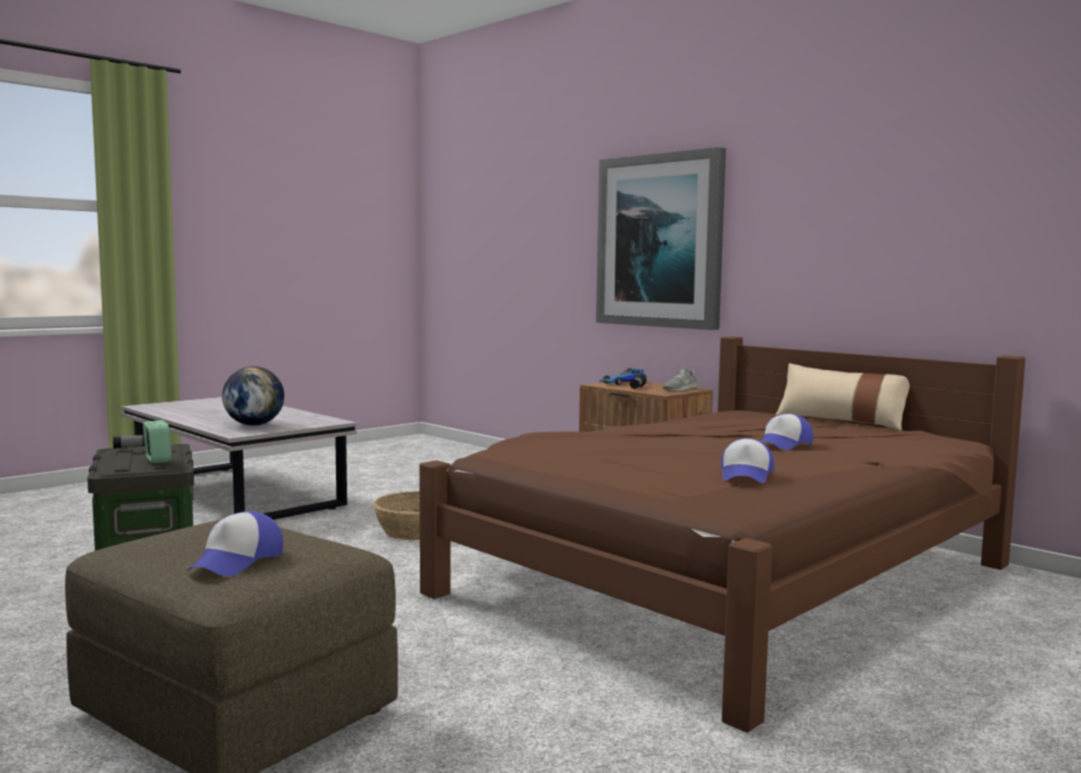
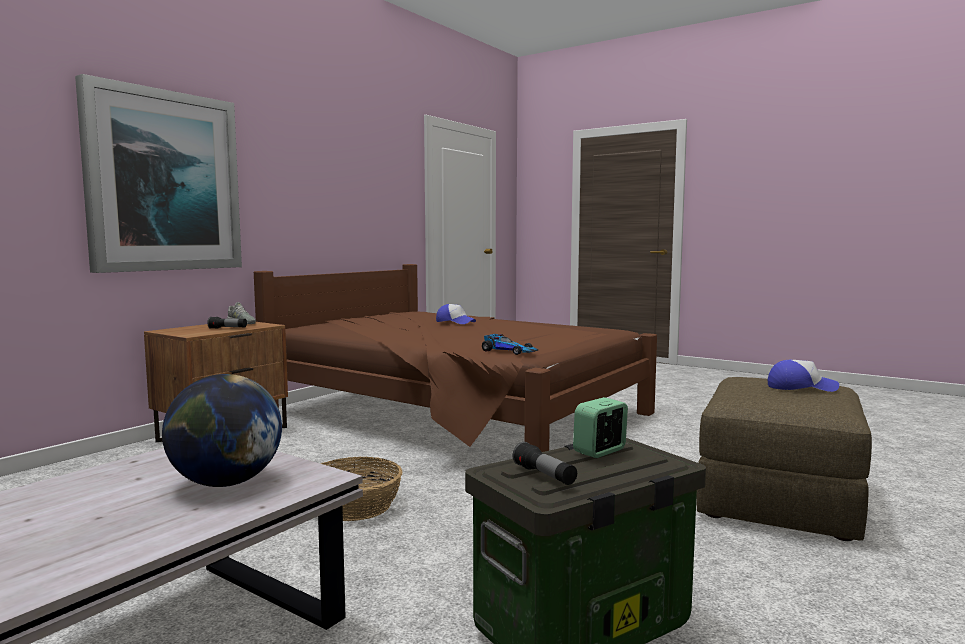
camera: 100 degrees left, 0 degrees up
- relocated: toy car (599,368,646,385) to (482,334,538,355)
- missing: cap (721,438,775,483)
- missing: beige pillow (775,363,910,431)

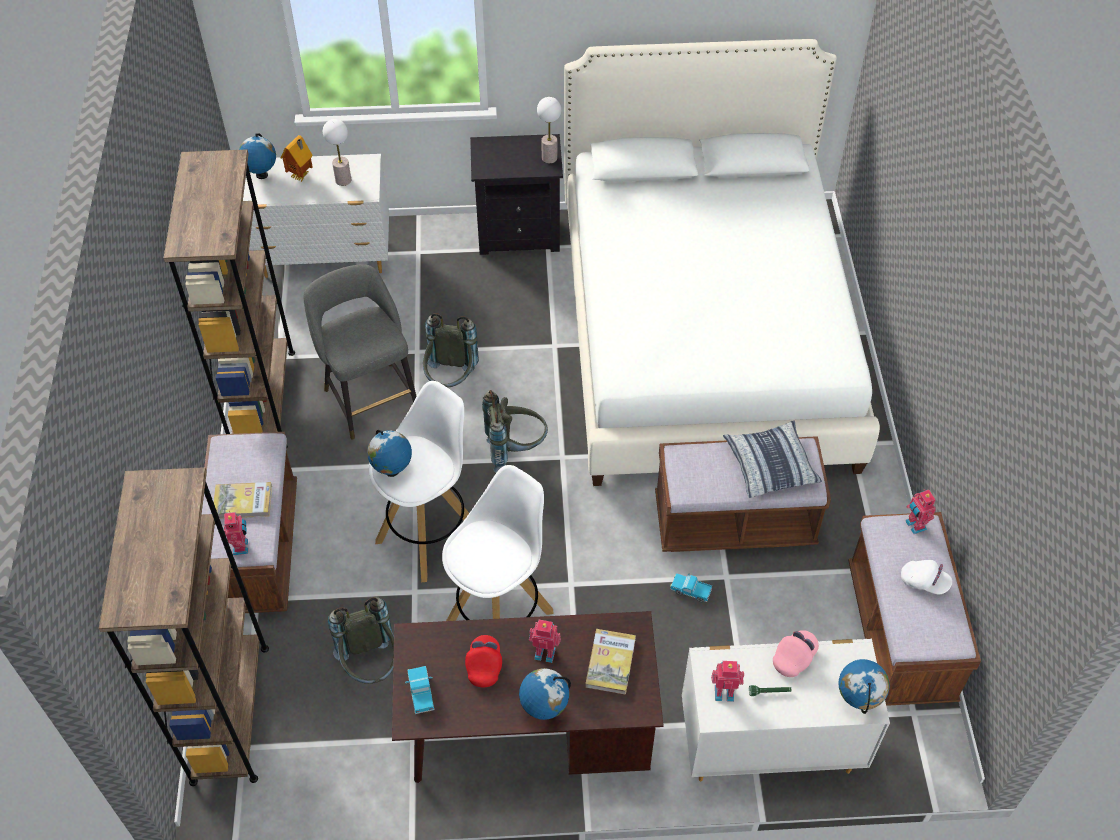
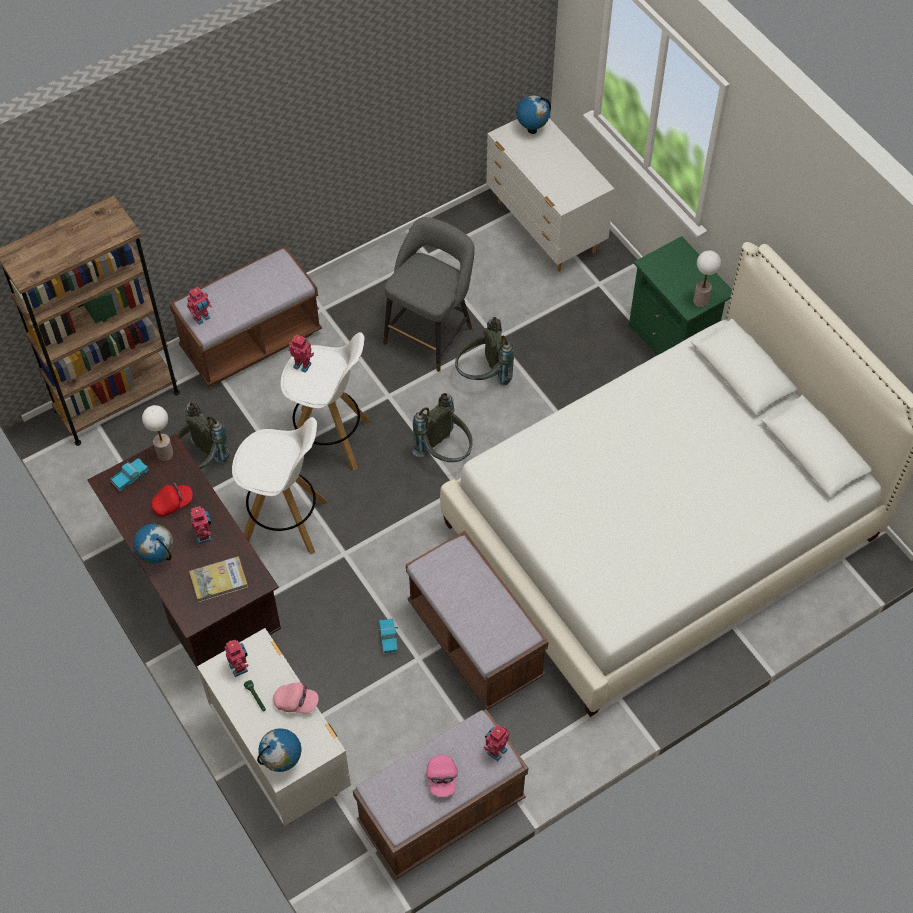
camera: 60 degrees right, 5 degrees up
- relocated: table lamp (323,119,351,186) to (142,405,174,461)
- exchanged: globe (367,430,412,477) to toy robot (288,334,314,373)
- colour: white cap (901,560,952,595) to pink cap (426,754,458,797)
- colour: black nightstand (470,134,563,255) to green nightstand (629,236,732,355)
- missing: brown bookcase (164,149,295,449)
- missing: book (214,482,272,519)
- missing: toy house (280,135,313,182)
- missing: pillow (723,420,822,498)

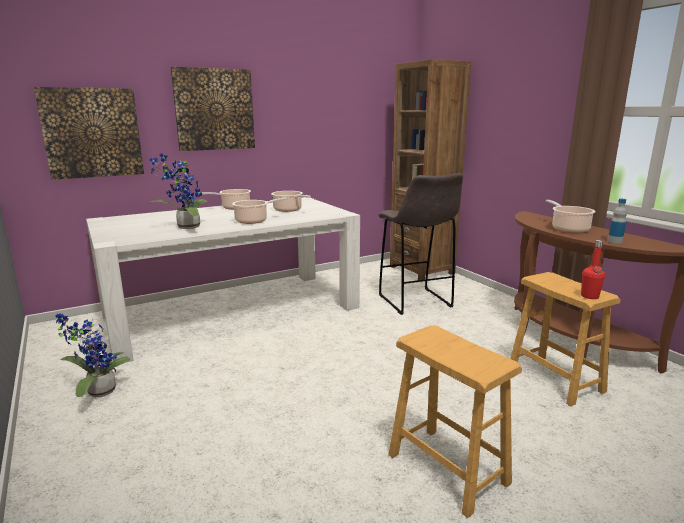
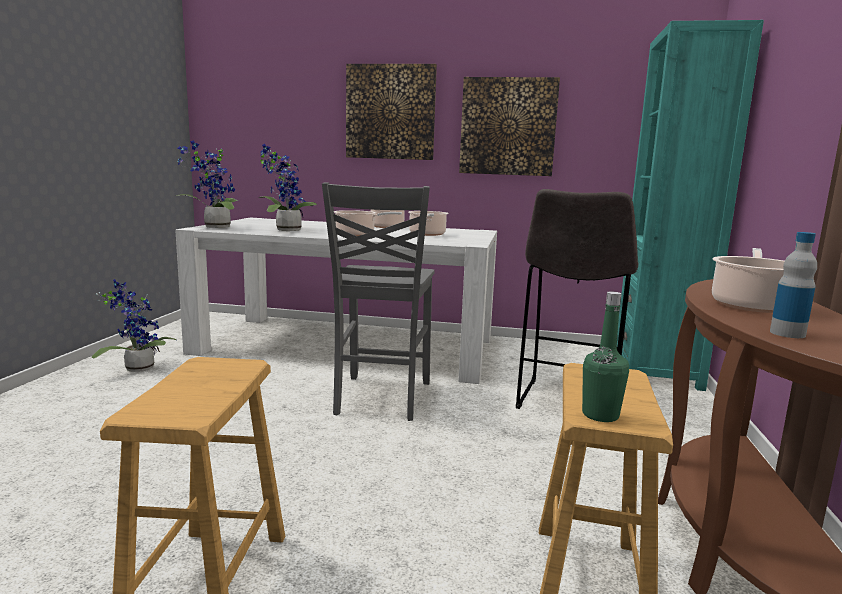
camera: 40 degrees right, 5 degrees down
- appeared: potted plant (176,141,238,228)
- appeared: grey chair (322,182,435,421)
- relocated: picture (34,87,144,180) to (459,77,560,176)
- colour: red bottle (581,240,605,299) to green bottle (582,292,629,422)
- colour: brown bookcase (390,59,471,280) to turquoise bookcase (617,20,764,391)

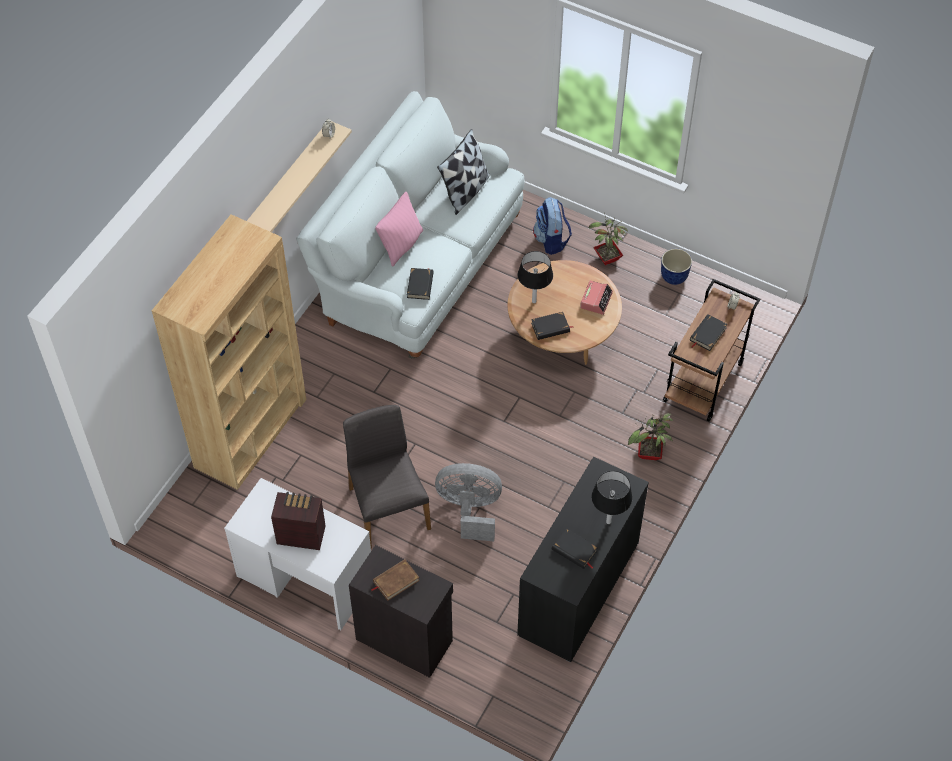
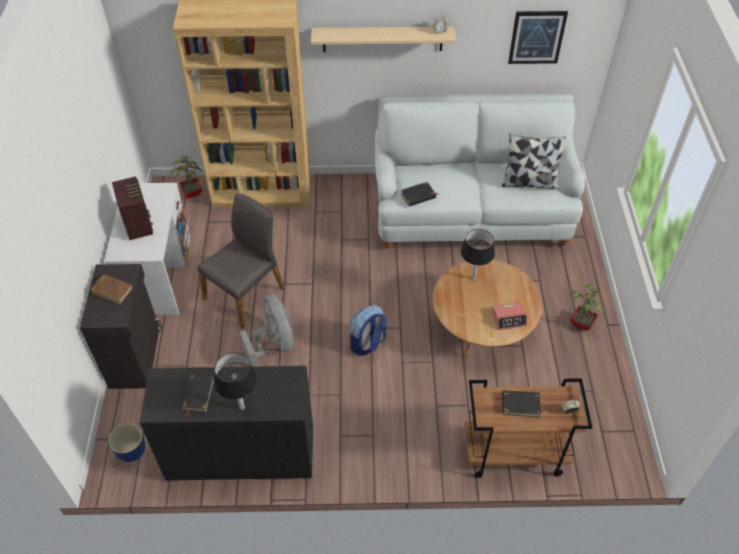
camera: 60 degrees right, 5 degrees down
- relocated: planter (661,249,692,285) to (109,423,145,462)
- relocated: potted plant (628,413,673,460) to (170,151,202,198)
- relocated: backpack (533,197,572,255) to (350,305,387,356)
- appeared: picture (508,11,568,64)
- missing: pink pillow (375,192,423,267)
- missing: black book (531,312,574,340)

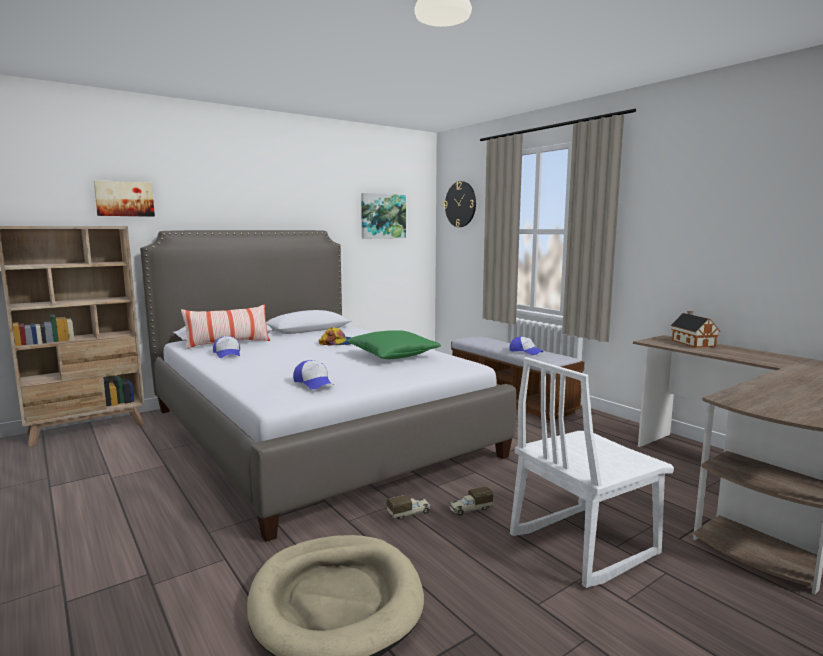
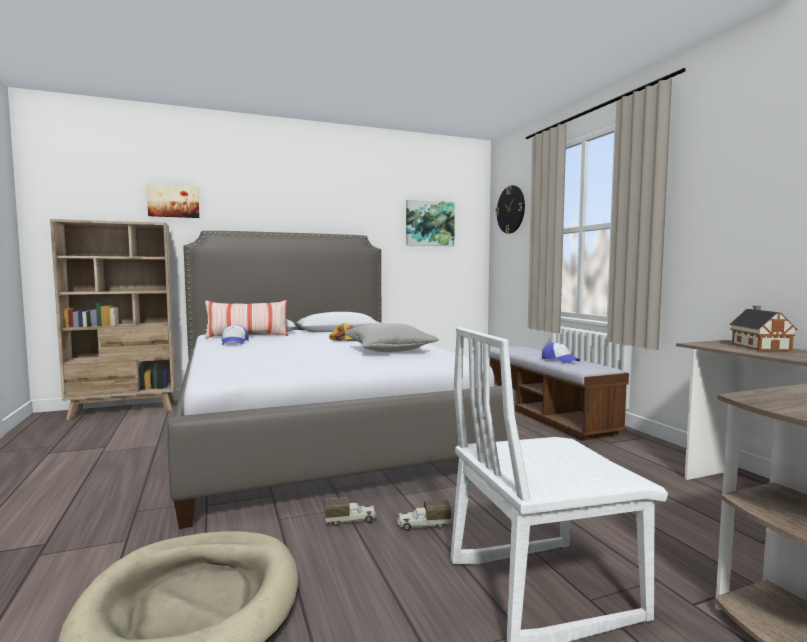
camera: 15 degrees right, 5 degrees down
- colour: green pillow (347,330,441,359) to grey pillow (345,323,439,352)
- missing: cap (293,360,332,390)

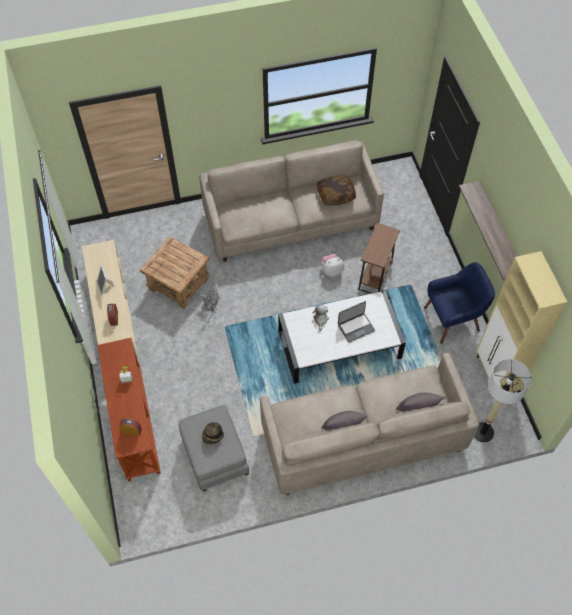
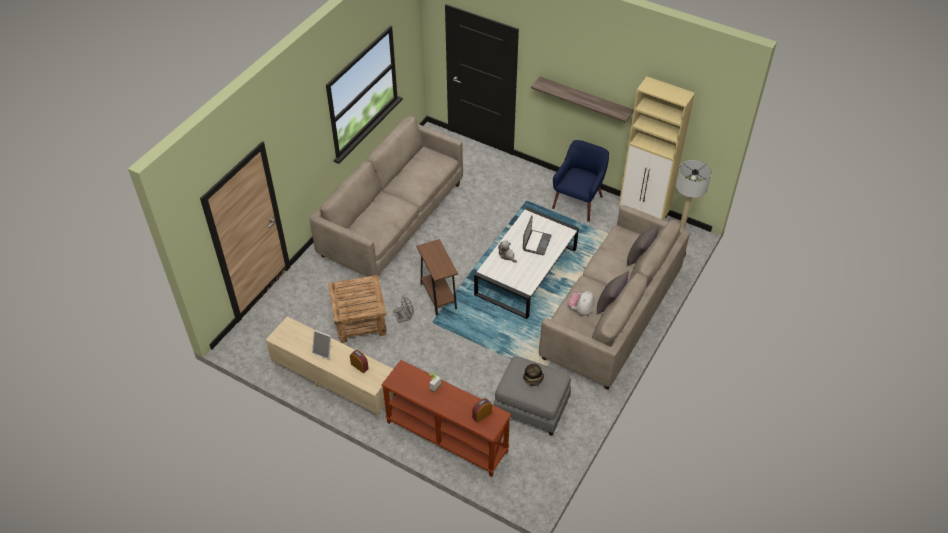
camera: 45 degrees left, 10 degrees down
- relocated: brown side table (358,223,400,293) to (417,239,458,316)
- relocated: plush toy (322,254,344,277) to (568,291,594,316)
- missing: pillow (317,176,356,205)

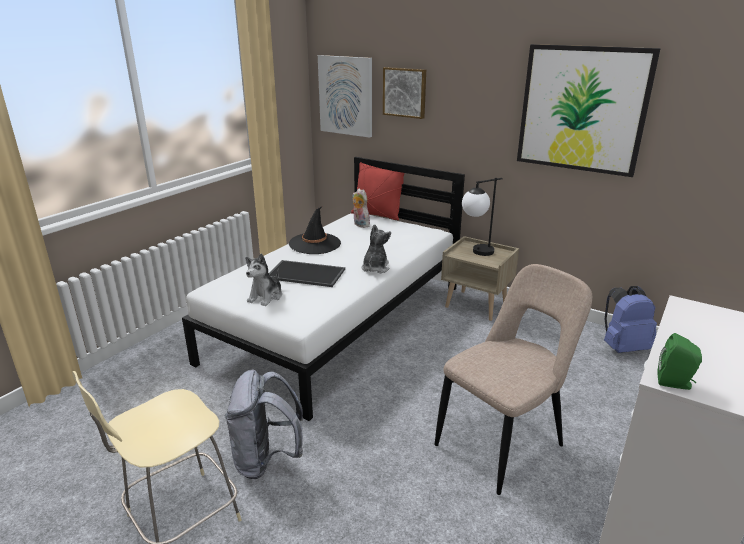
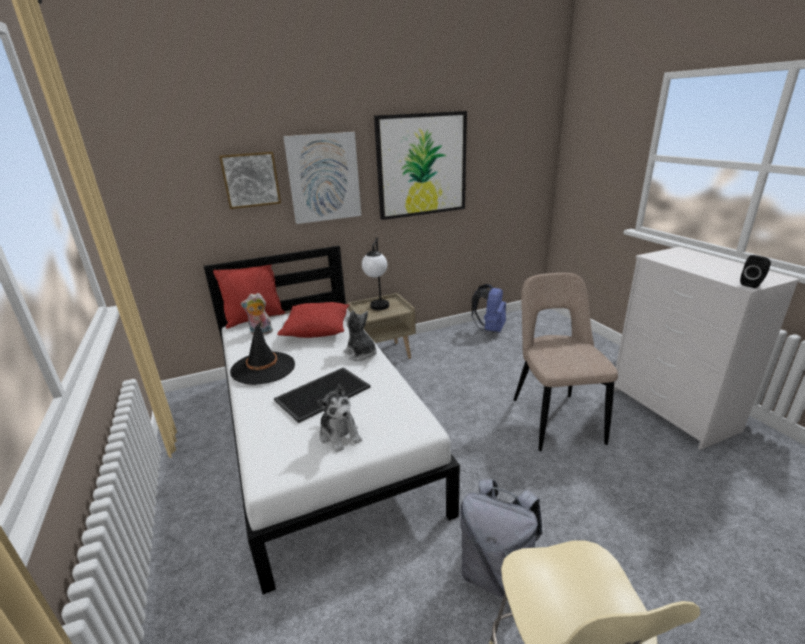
camera: 55 degrees left, 0 degrees up
- appeared: red pillow (277,302,349,338)
- relocated: picture (318,55,372,138) to (283,132,361,224)
- colour: green speaker (657,333,702,390) to black speaker (740,255,771,288)

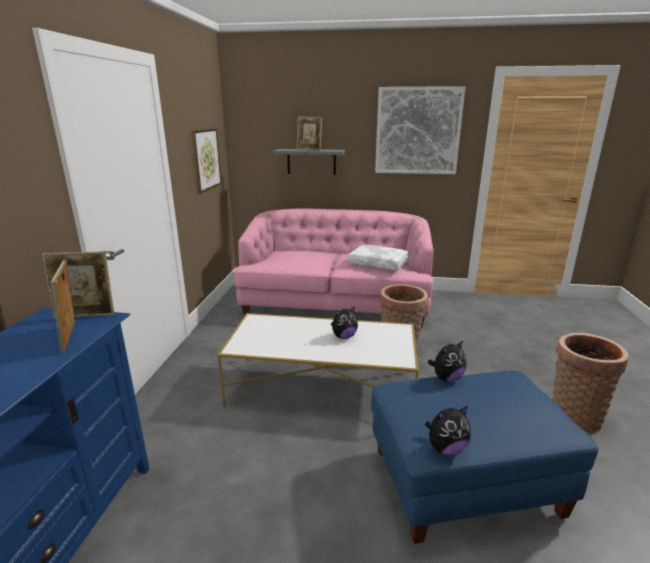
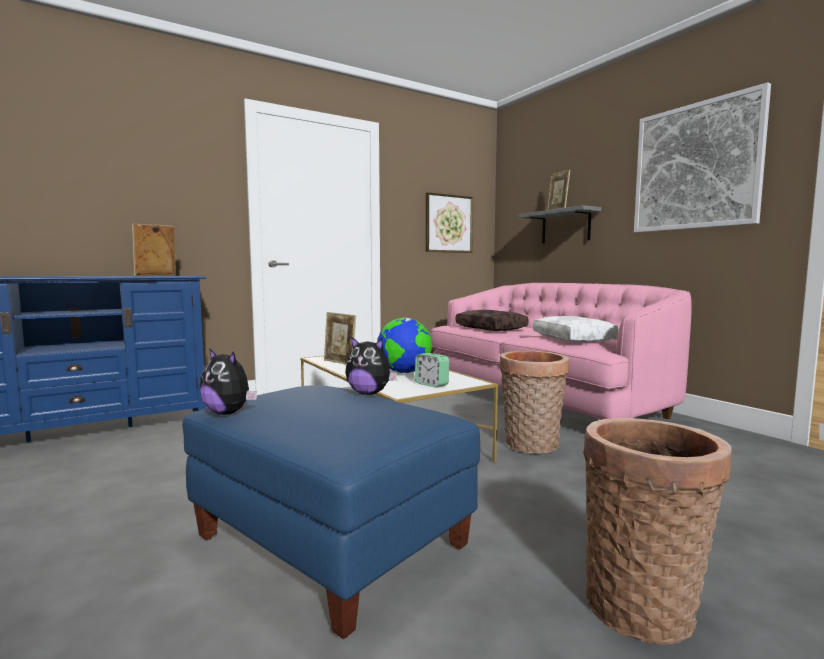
camera: 50 degrees right, 15 degrees down
- relocated: picture frame (42,252,115,319) to (324,312,356,364)
- exchanged: plush toy (331,306,358,339) to globe (377,318,432,373)
- appeared: alarm clock (415,353,449,388)
- appeared: brown pillow (456,310,529,331)

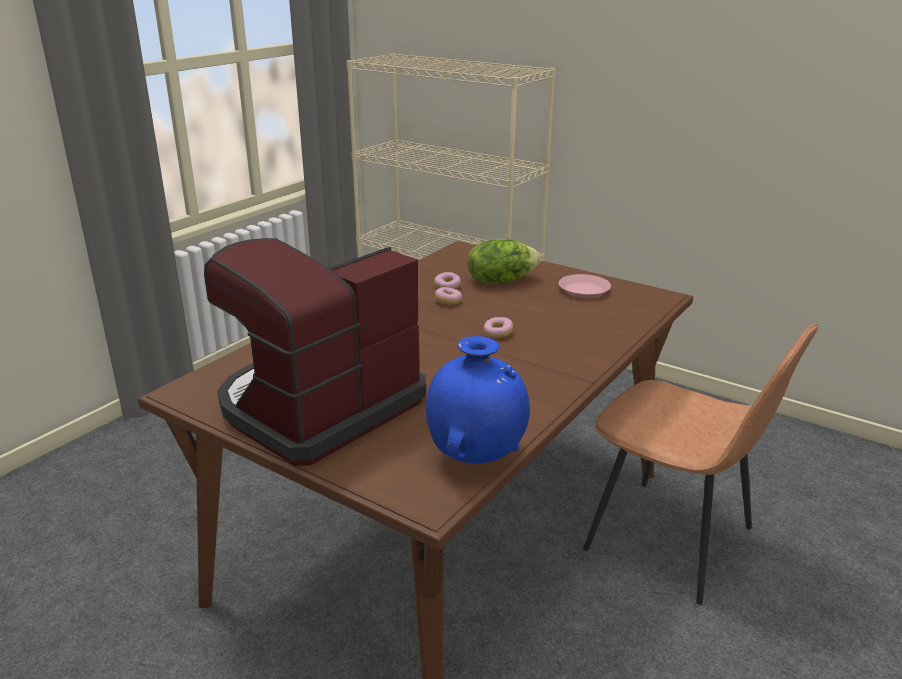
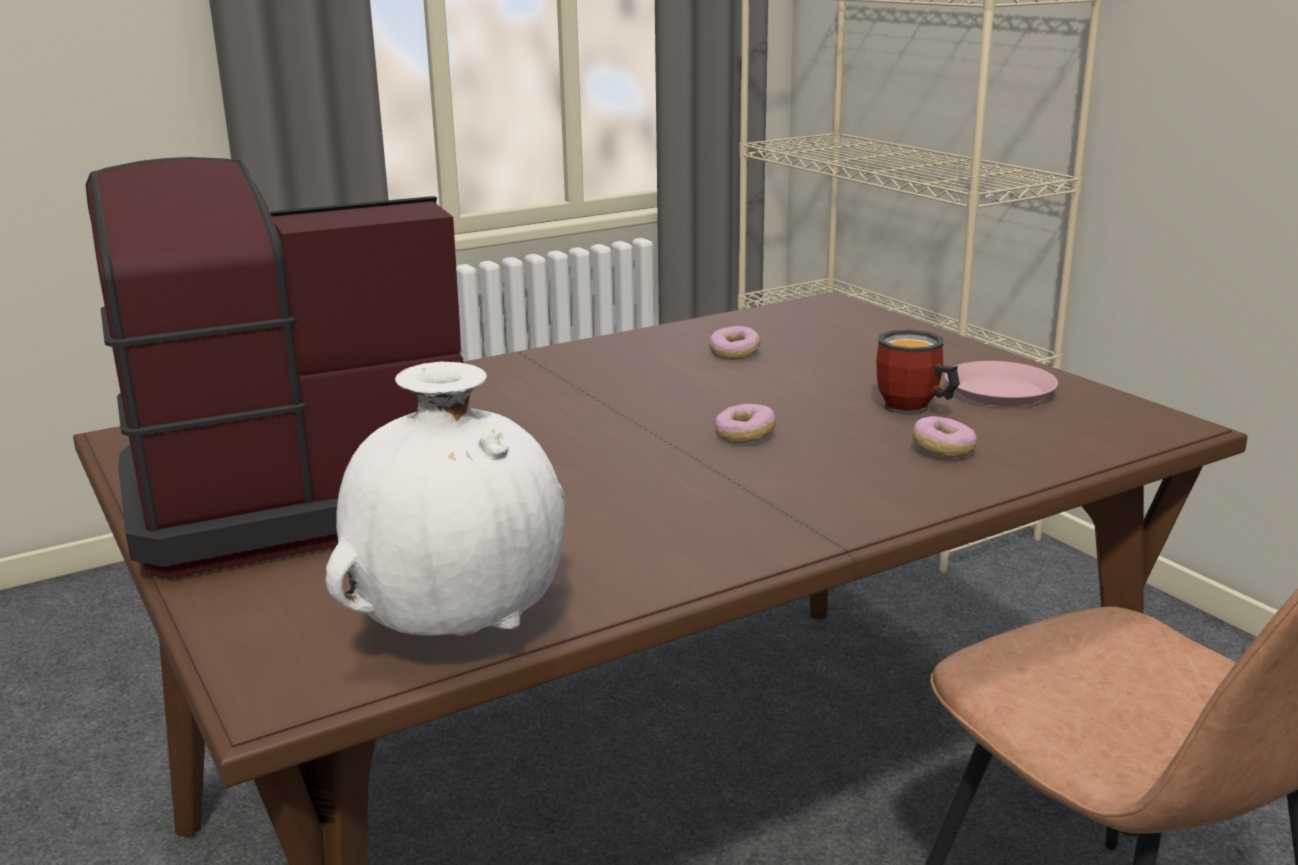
camera: 25 degrees right, 5 degrees down
- colour: blue vase (426,336,530,464) to white vase (325,362,566,636)
- appeared: mug (876,329,960,416)
- relocated: donut (435,287,462,305) to (912,416,977,458)
- missing: lettuce (468,239,540,284)

